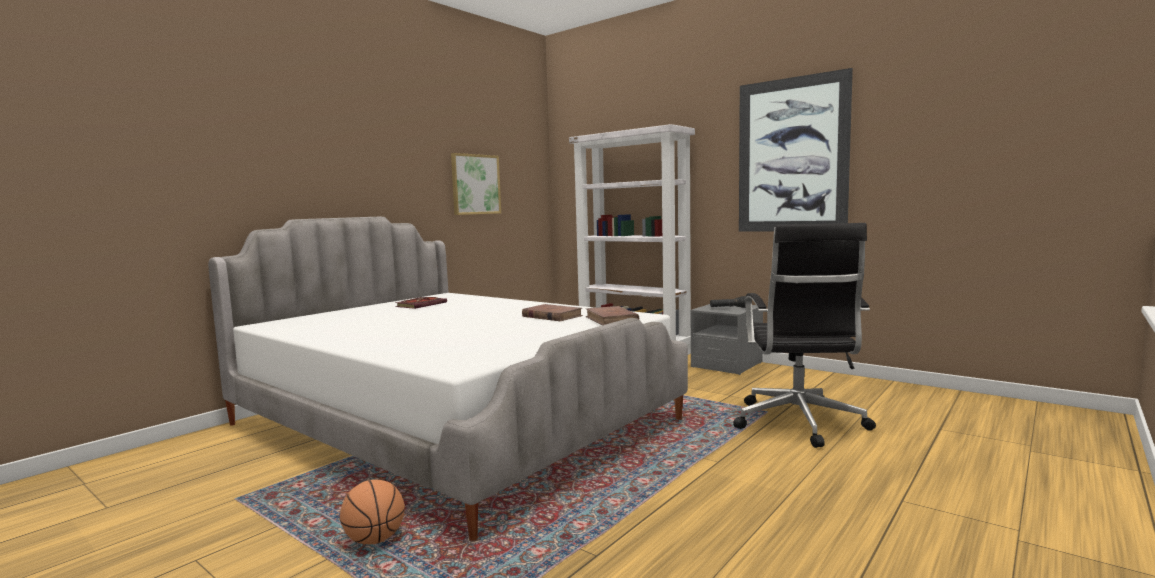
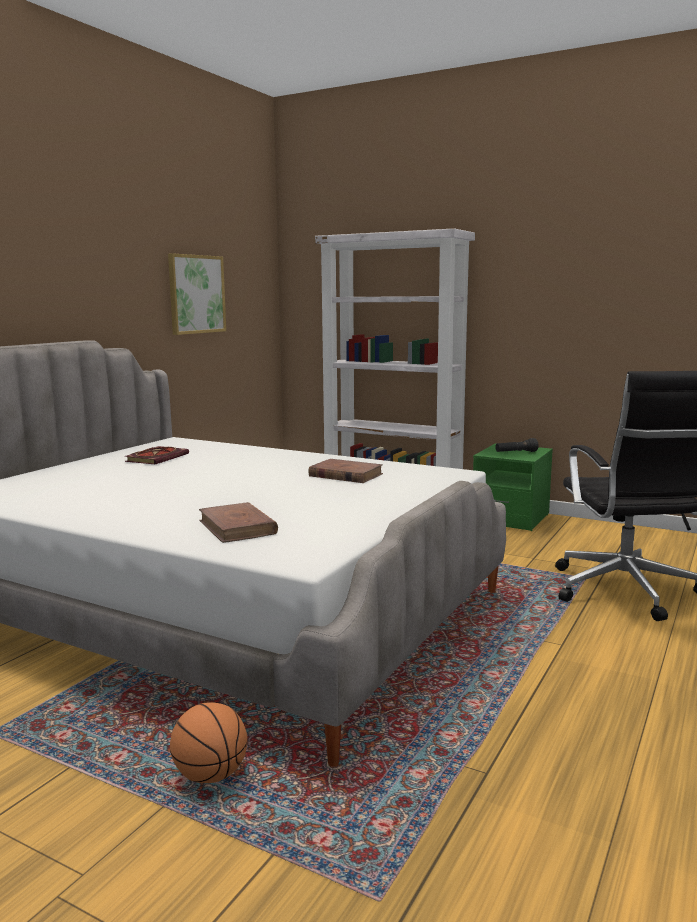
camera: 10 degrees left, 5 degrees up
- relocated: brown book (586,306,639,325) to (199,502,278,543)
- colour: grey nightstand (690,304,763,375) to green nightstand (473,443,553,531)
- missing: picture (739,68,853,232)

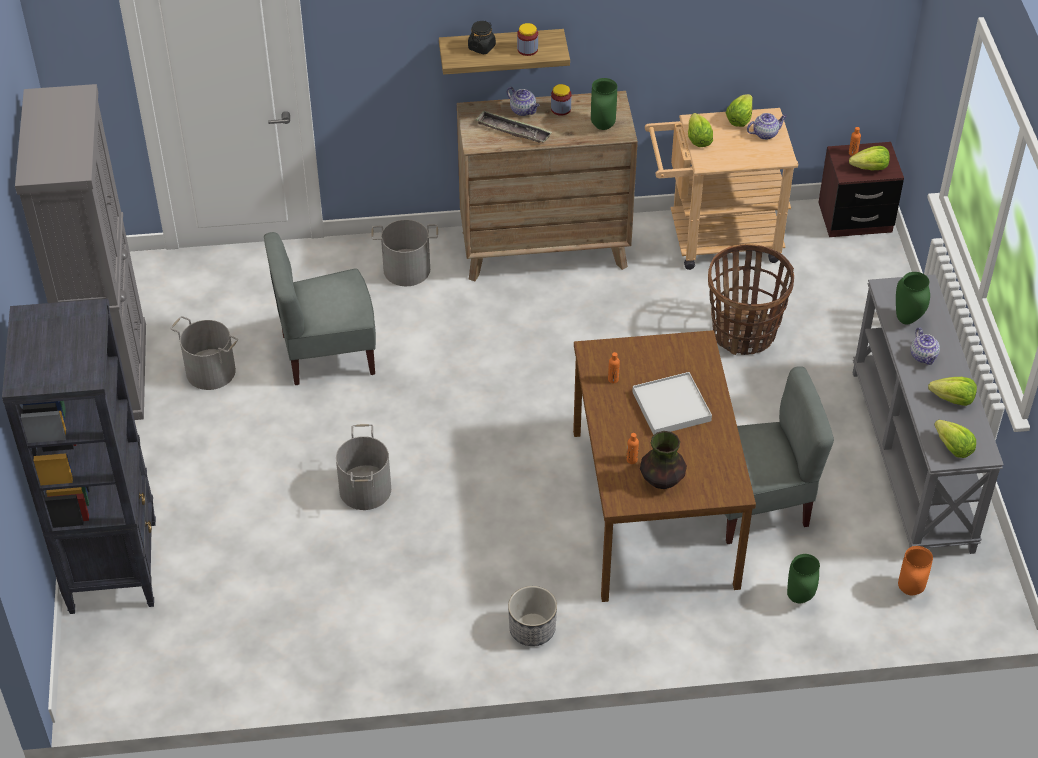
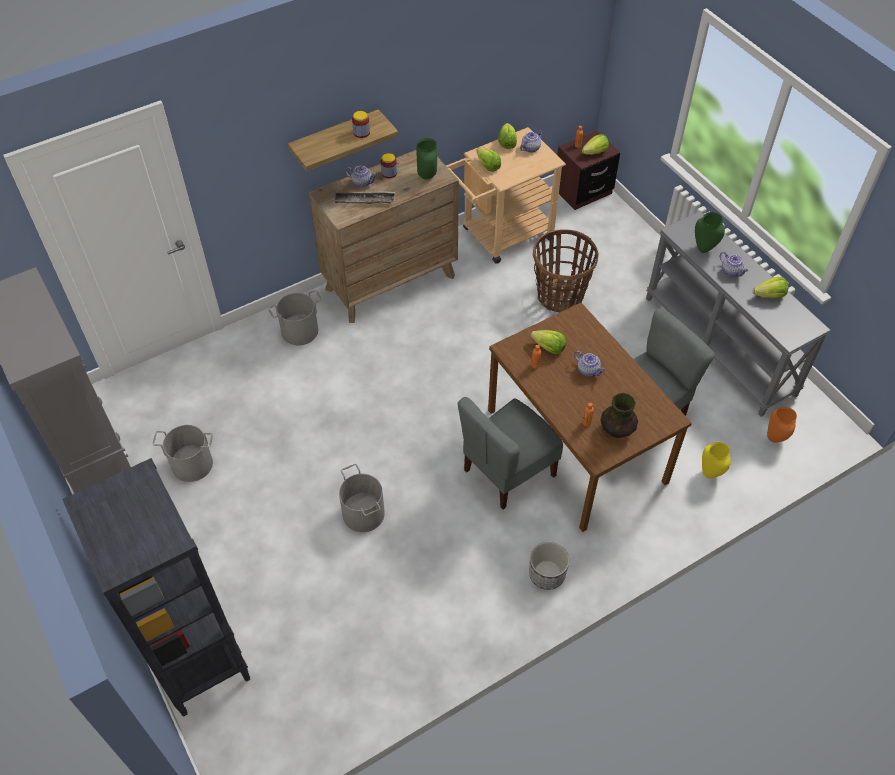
camera: 25 degrees left, 5 degrees up
- relocated: grey chair (264,232,376,385) to (458,397,563,509)
- relocated: lettuce (934,420,976,458) to (530,330,566,354)
- exchanged: white tray (632,372,712,435) to teapot (574,351,606,377)
- colour: green vase (787,554,820,603) to yellow vase (702,442,731,478)
- missing: black jar (468,21,496,55)

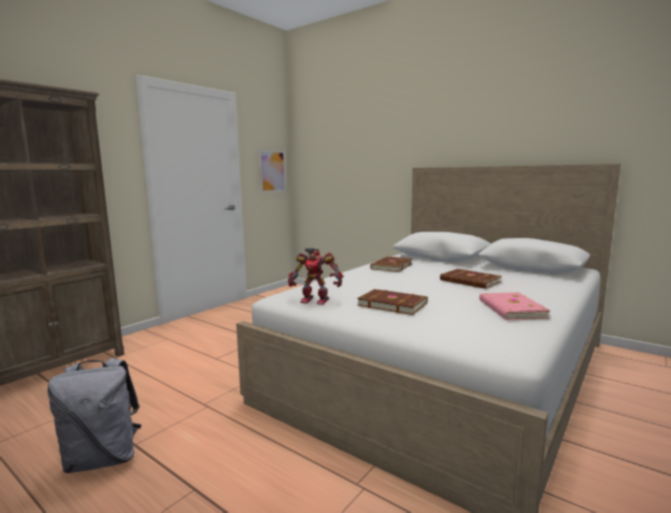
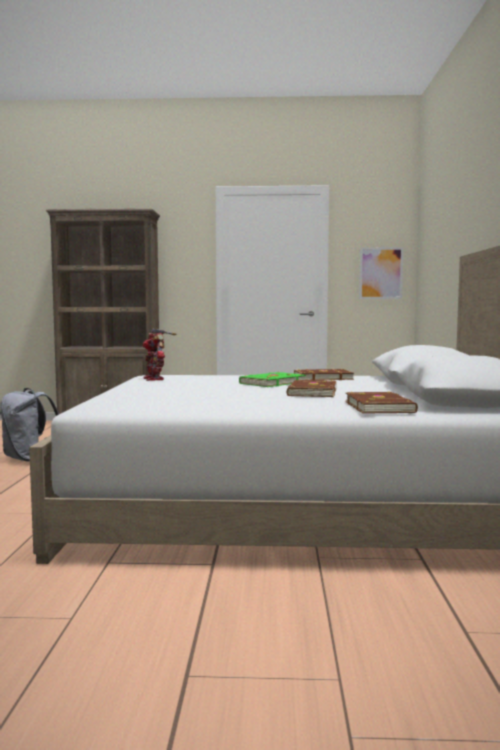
camera: 55 degrees right, 5 degrees down
- appeared: green book (239,372,306,387)
- relocated: brown book (357,289,428,315) to (345,391,418,414)
- missing: pink book (479,292,550,320)

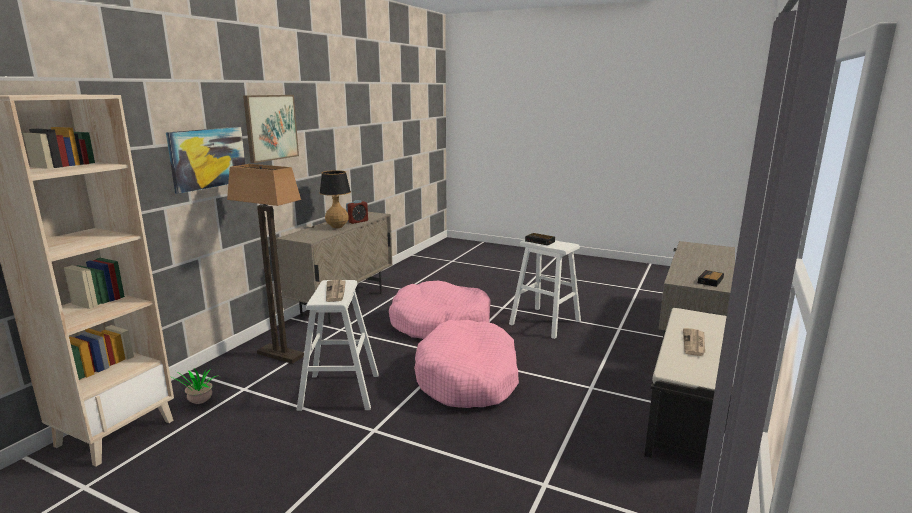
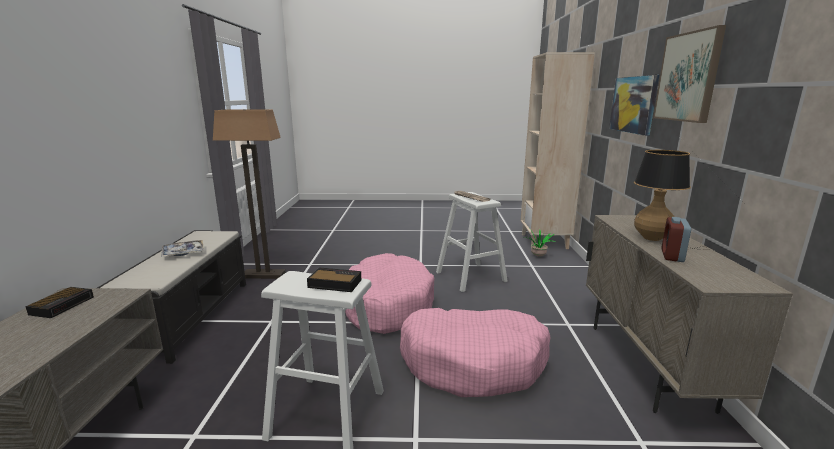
camera: 155 degrees right, 0 degrees up
- exchanged: newspaper (683,328,705,356) to tray (161,240,204,257)
- relocated: floor lamp (227,164,304,364) to (213,109,286,279)

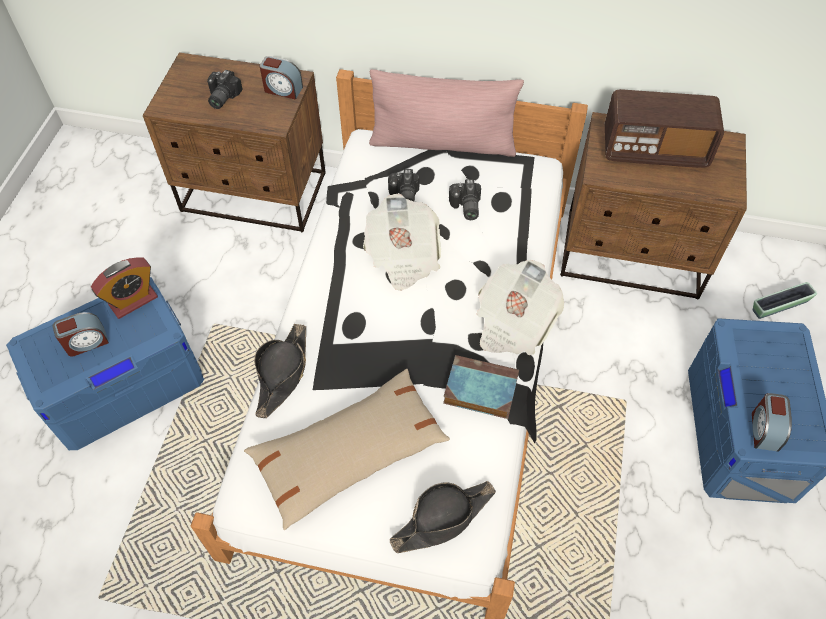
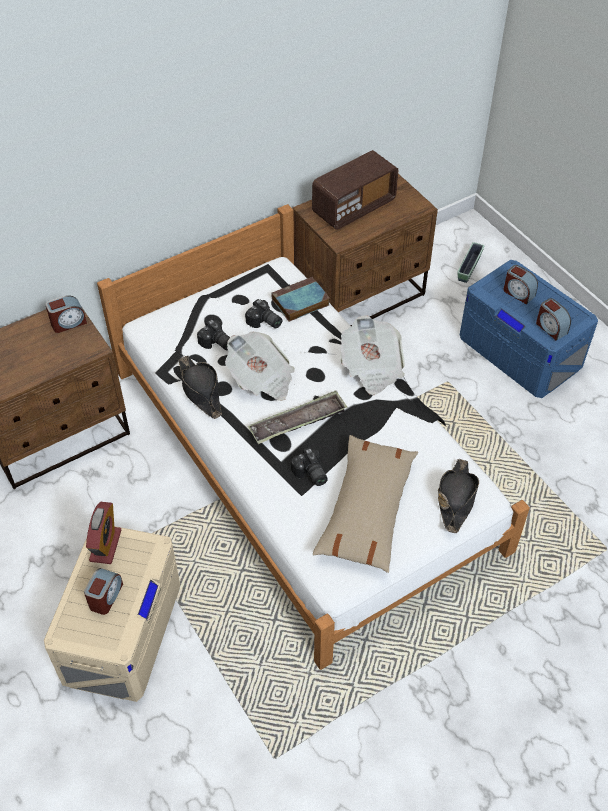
camera: 45 degrees left, 5 degrees down
- colour: blue storage box (6,277,204,450) to beige storage box (44,526,180,702)
- relocated: black hat (254,324,306,418) to (179,356,222,419)
- appeared: tray (248,390,348,444)
- relocated: book (443,355,519,419) to (271,277,330,322)
- relocated: photo camera (207,70,243,109) to (291,447,328,486)
- appeared: alarm clock (503,265,538,304)
- missing: pink pillow (369,69,524,157)

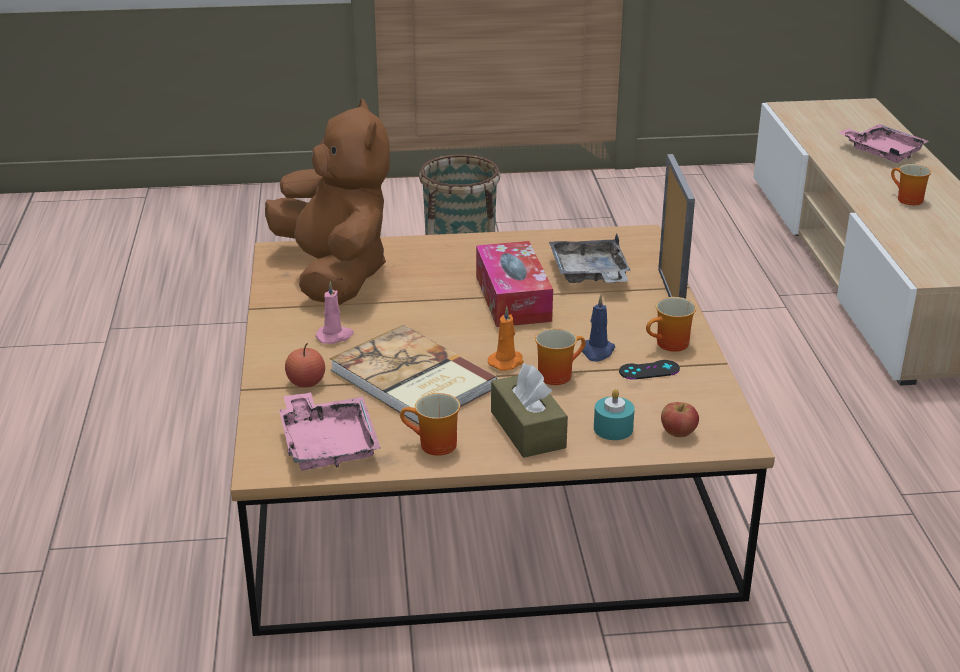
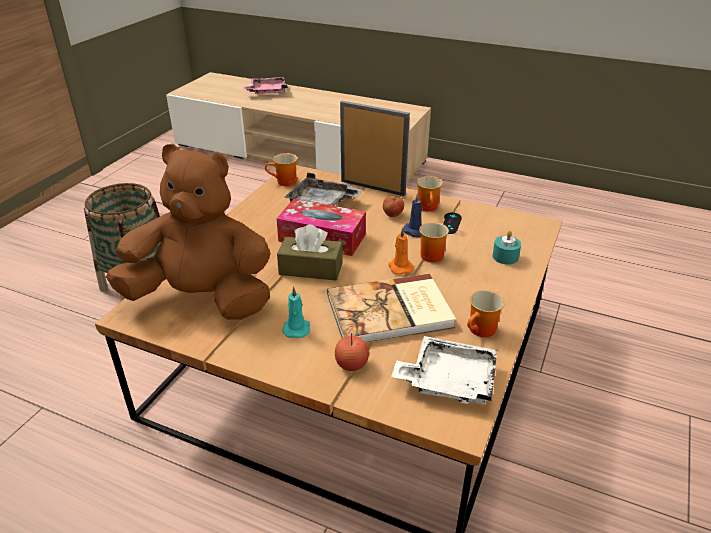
camera: 60 degrees left, 5 degrees up
- relocated: mug (891,164,932,205) to (265,153,297,186)
- relocated: brown tissue box (491,363,568,458) to (277,225,343,281)
- colour: pink candle (316,281,354,344) to turquoise candle (282,286,310,338)
- relocated: apple (661,402,699,437) to (383,195,404,217)
- colour: pink tray (279,392,381,470) to white tray (391,336,497,405)

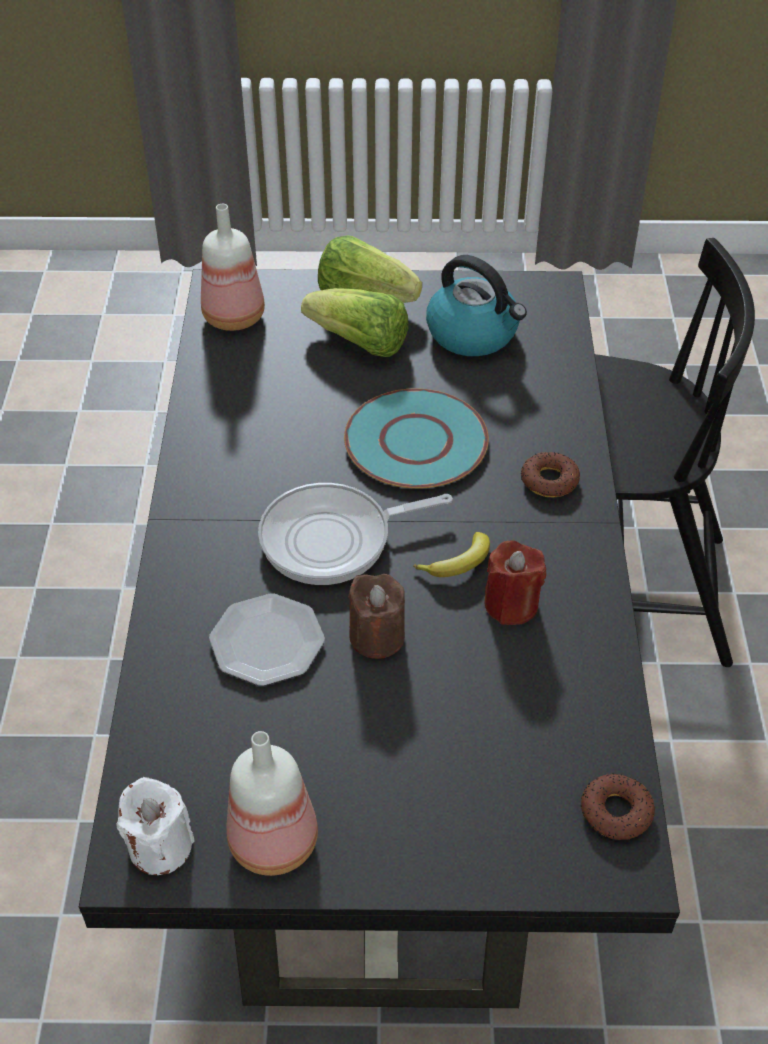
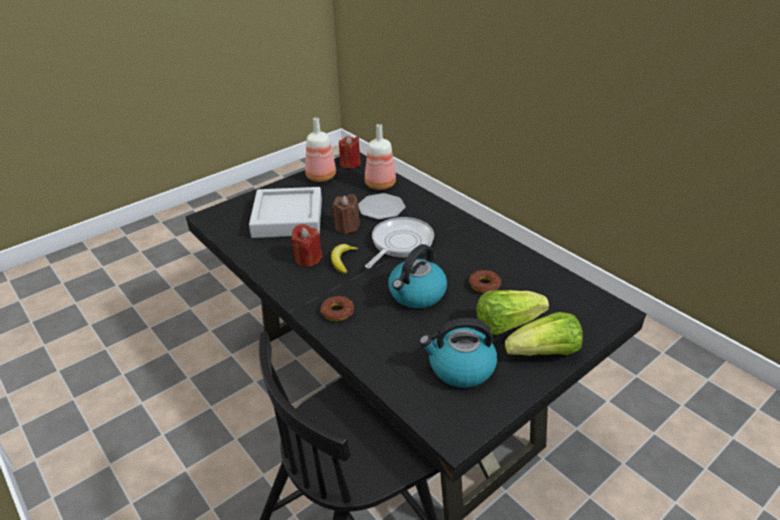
camera: 140 degrees right, 10 degrees down
- appeared: grey tray (249,187,322,238)
- colour: white candle (116,777,195,875) to red candle (339,135,361,168)
- relocated: bottle (201,204,265,331) to (365,124,396,190)
- exchanged: turquoise plate (344,389,489,489) to kettle (388,244,447,308)
- relocated: donut (580,774,655,840) to (469,270,501,293)

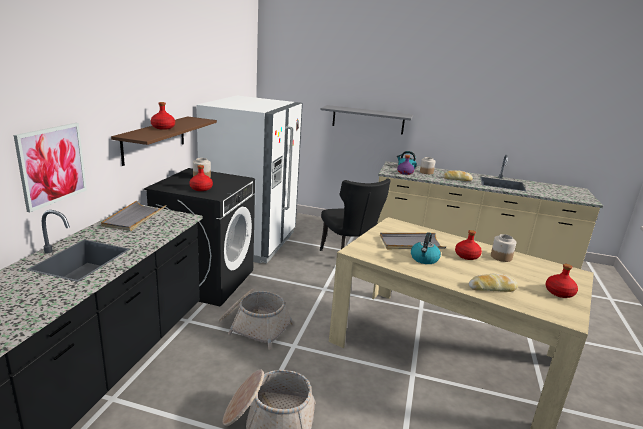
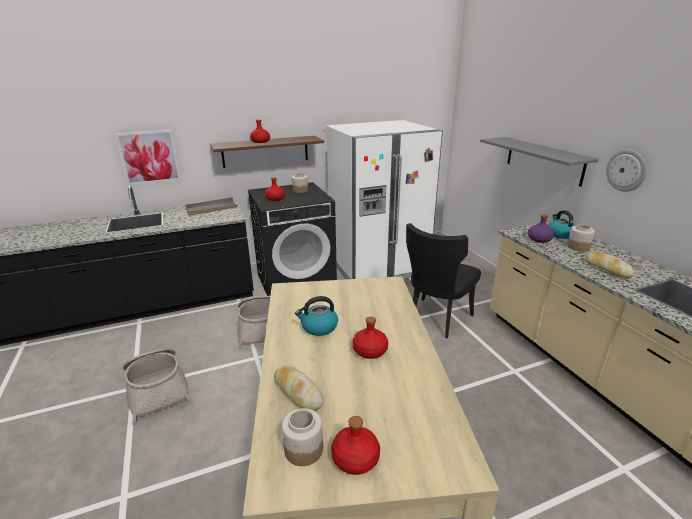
camera: 55 degrees right, 5 degrees up
- relocated: jar (491,234,516,262) to (282,408,323,466)
- appeared: wall clock (606,149,647,192)
- missing: grey tray (380,233,446,249)

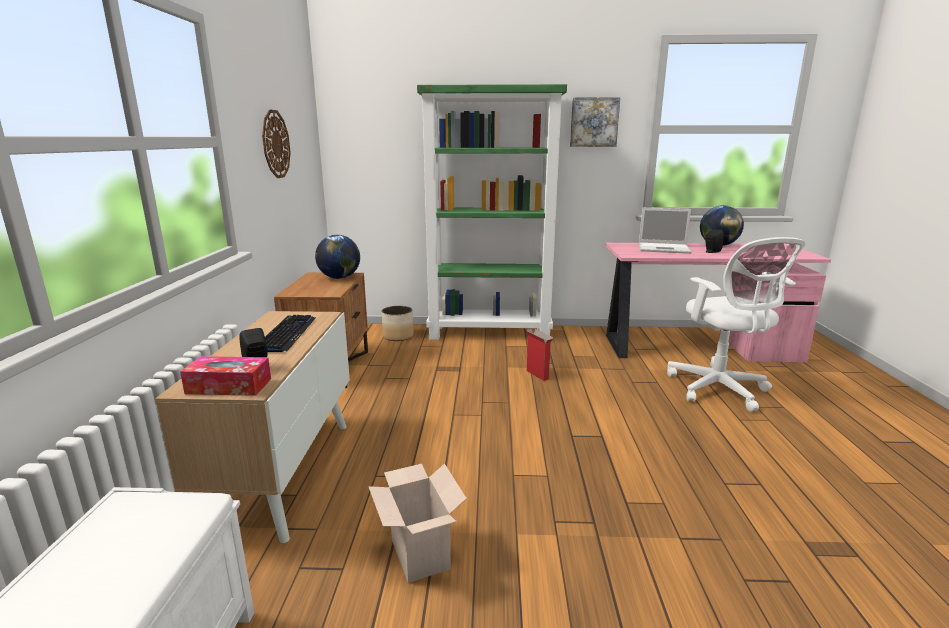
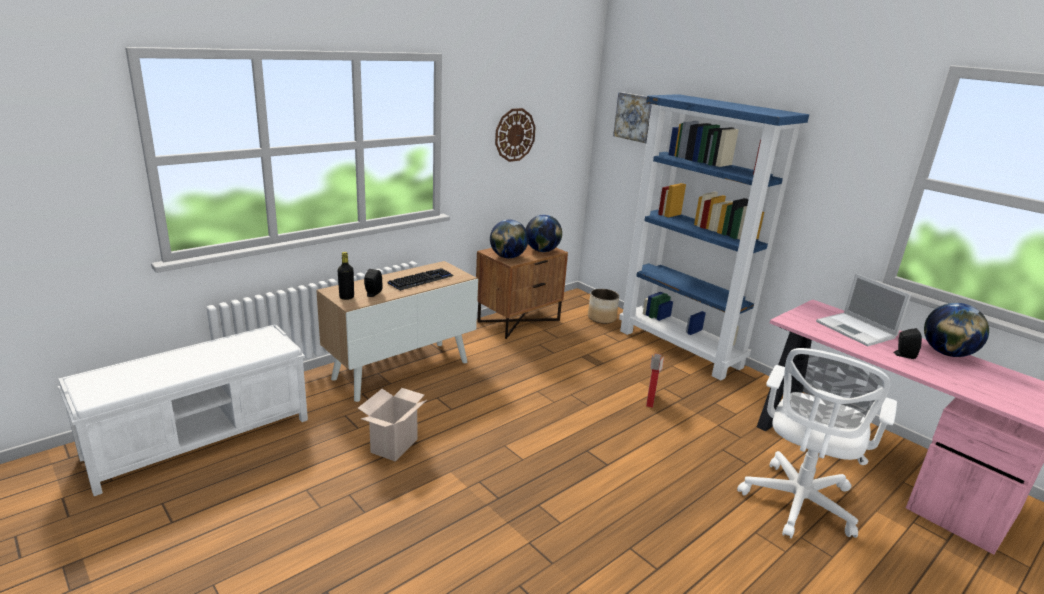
camera: 45 degrees right, 5 degrees up
- exchanged: tissue box (180,356,271,396) to black bottle (338,252,354,300)
- appeared: globe (490,219,528,258)
- relocated: picture (570,97,620,147) to (613,92,652,143)
- colour: green bookcase (417,84,567,340) to blue bookcase (619,94,809,381)

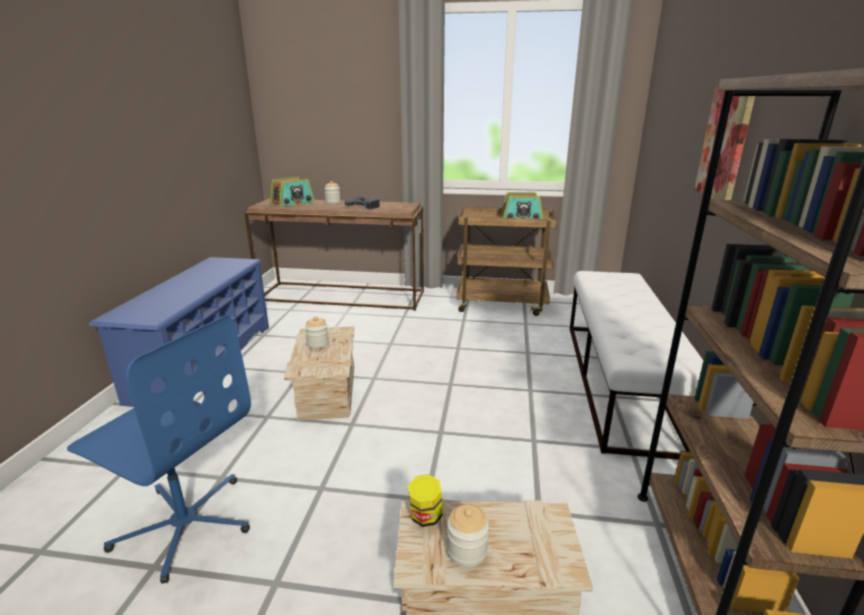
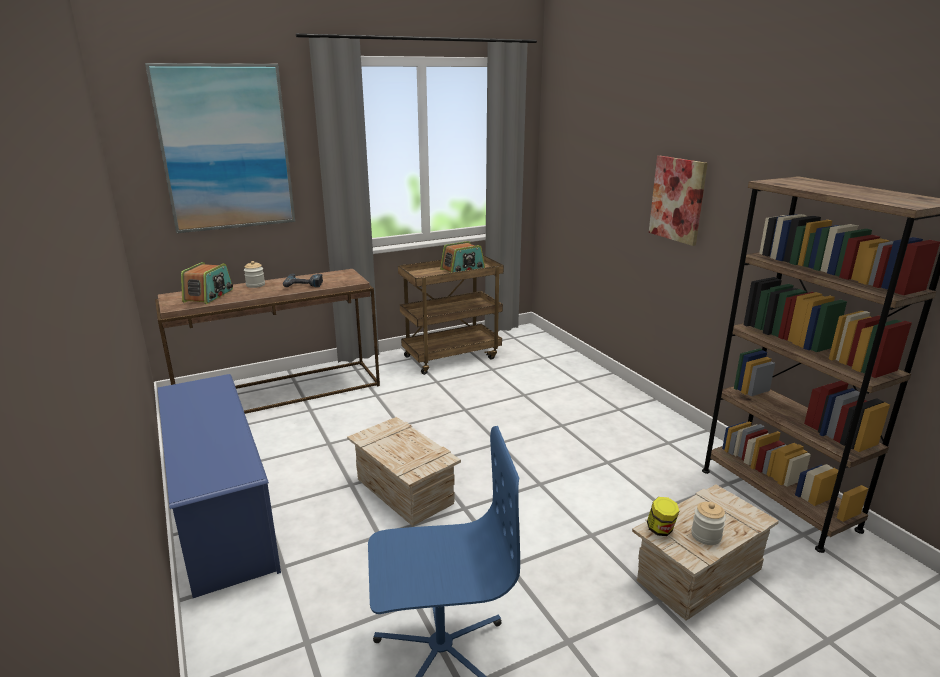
camera: 35 degrees left, 0 degrees up
- appeared: picture (145,63,295,233)
- missing: jar (305,317,329,349)
- missing: white bench (570,271,703,460)

